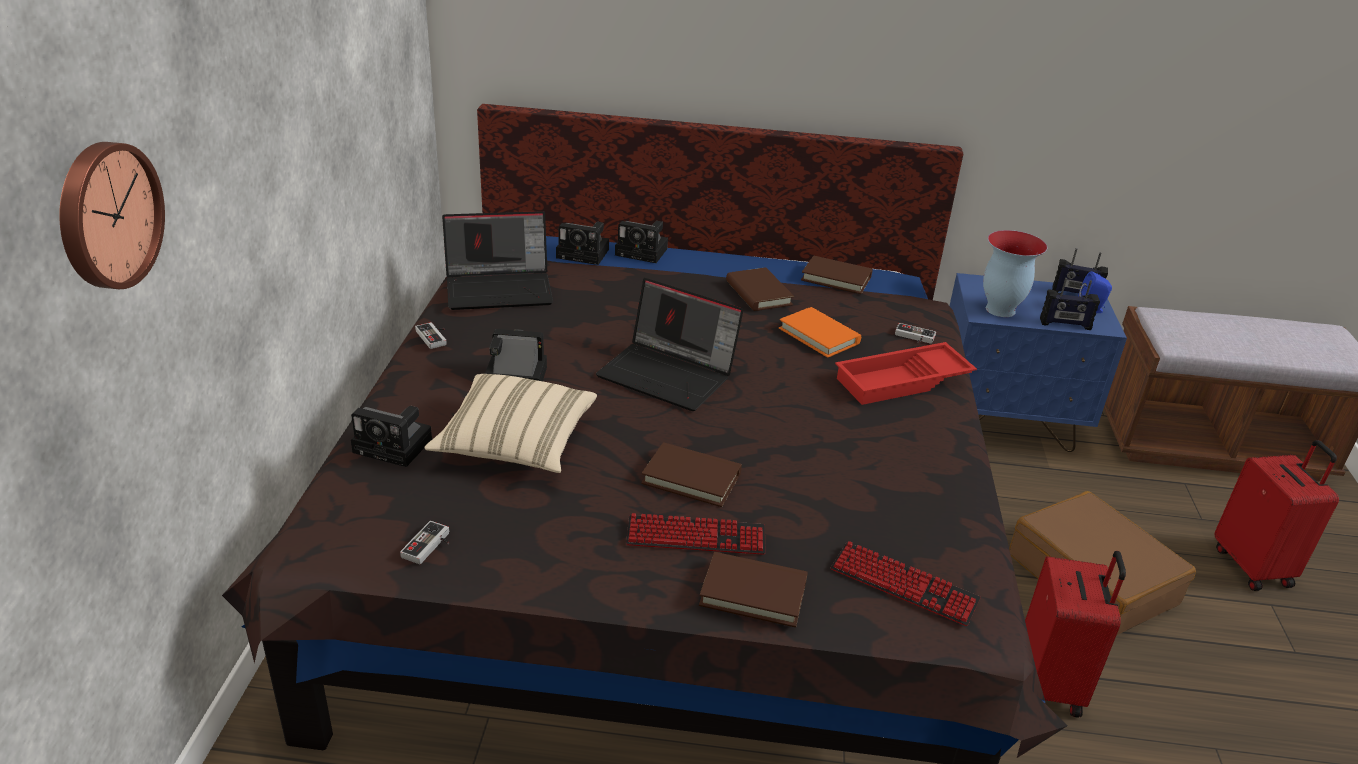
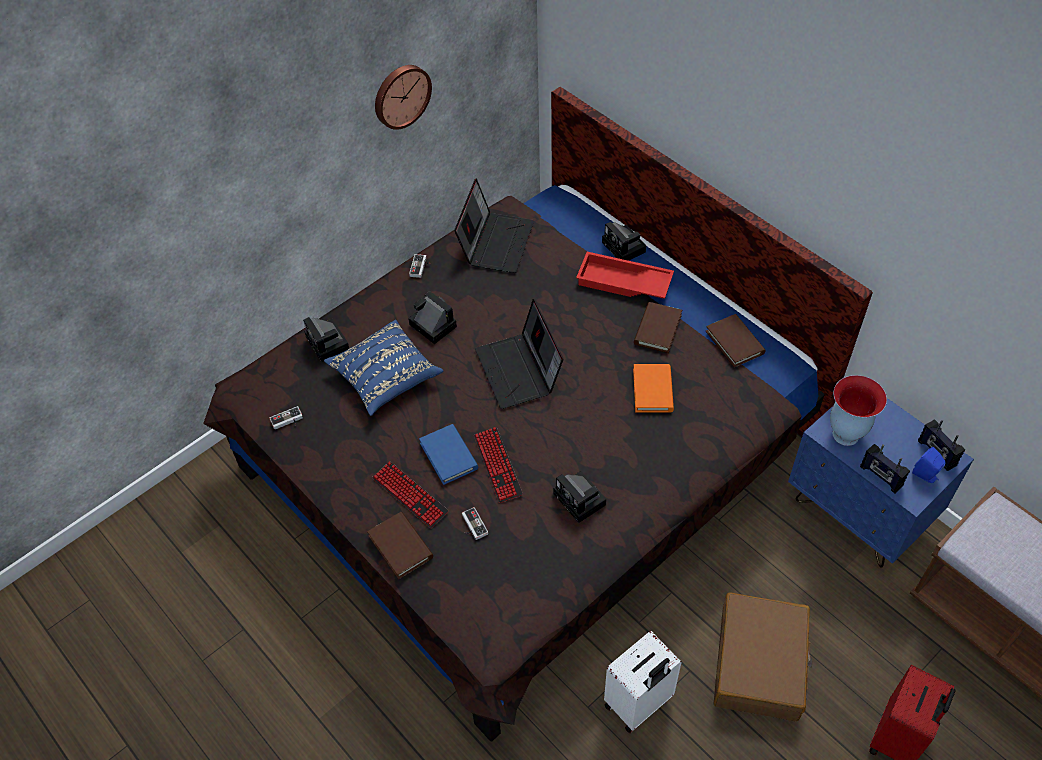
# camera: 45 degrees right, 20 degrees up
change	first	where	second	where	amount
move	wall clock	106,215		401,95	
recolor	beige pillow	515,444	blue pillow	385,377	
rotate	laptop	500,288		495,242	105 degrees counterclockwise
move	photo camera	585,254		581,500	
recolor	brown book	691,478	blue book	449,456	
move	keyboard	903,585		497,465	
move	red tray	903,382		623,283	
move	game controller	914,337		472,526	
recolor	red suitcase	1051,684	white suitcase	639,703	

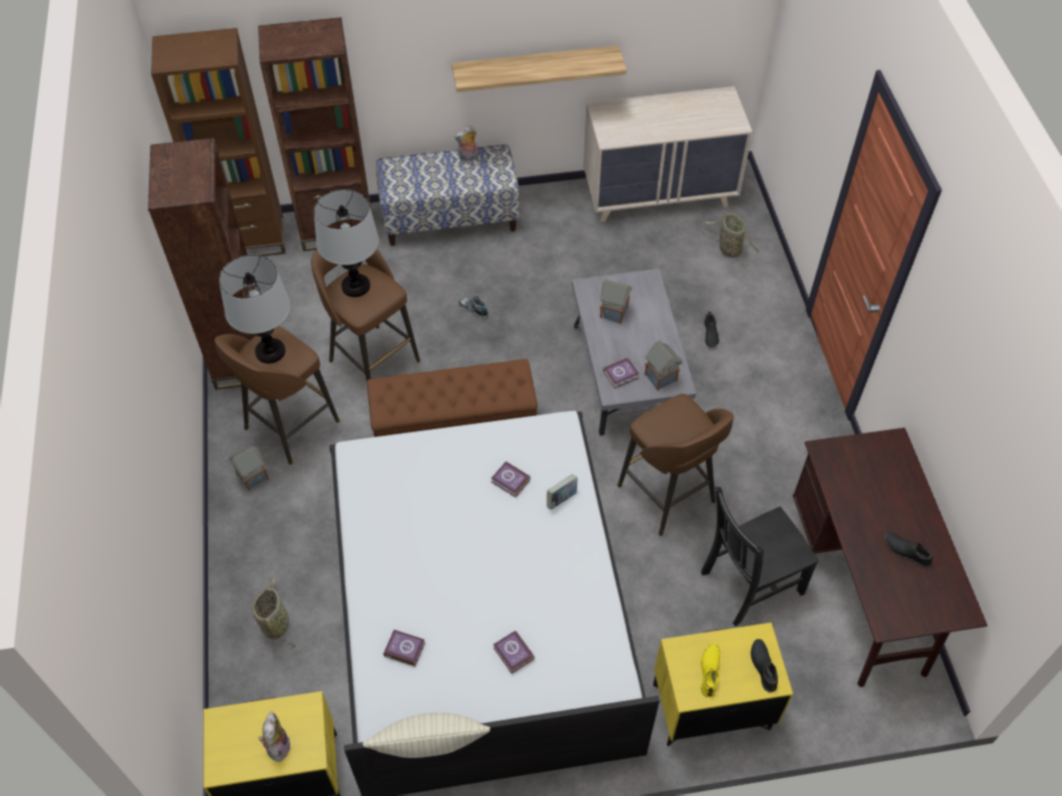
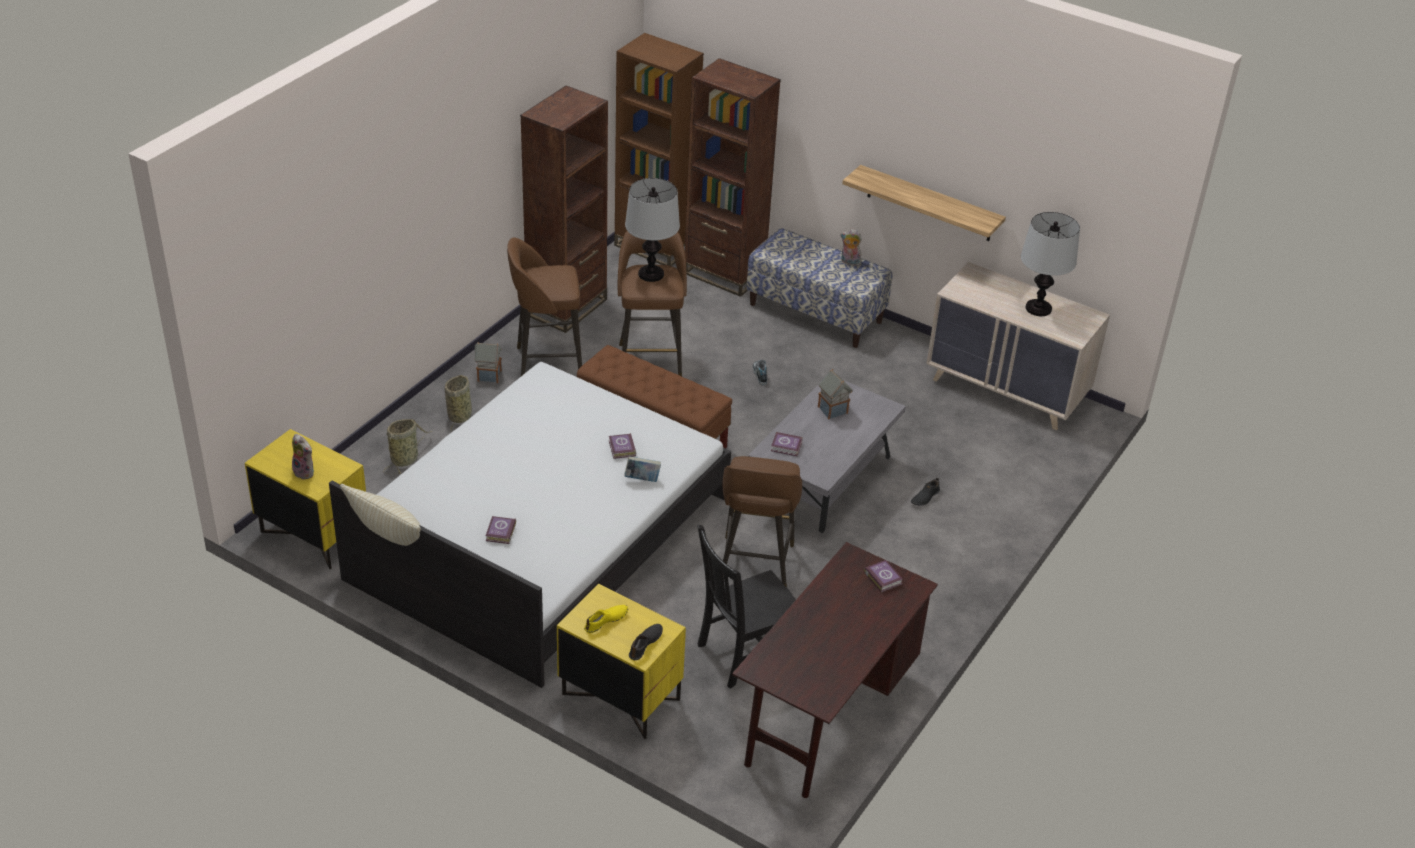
# camera: 40 degrees right, 15 degrees down
change	first	where	second	where	amount
move	table lamp	270,351		1039,308	
rotate	plush toy	277,746		305,472	90 degrees clockwise
move	book	404,648		883,577	
delete	toy house	661,378			
rotate	black chair	748,583		744,653	45 degrees counterclockwise
move	basket	728,249		460,415	
delete	black shoe	906,551			

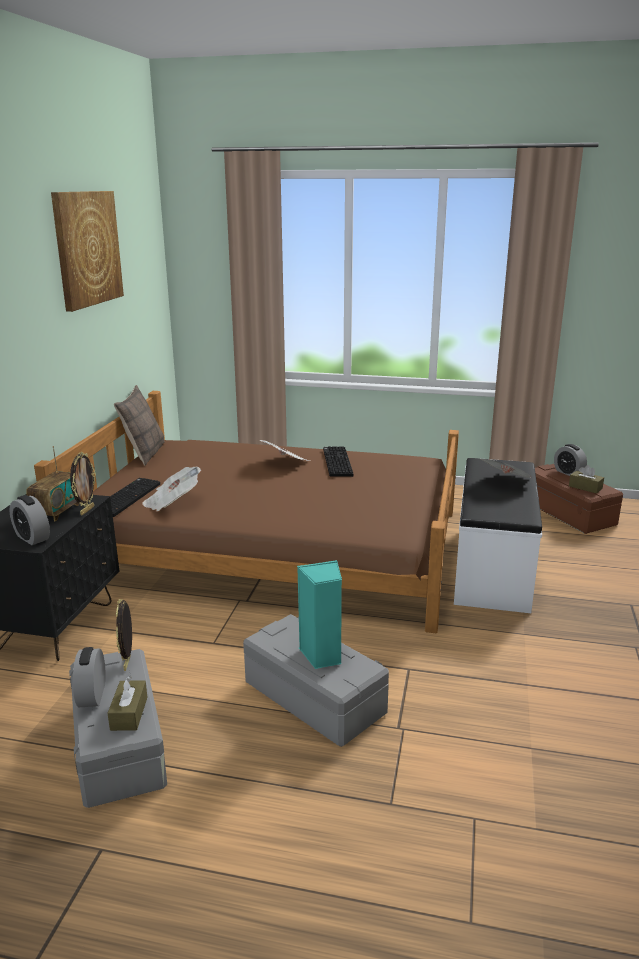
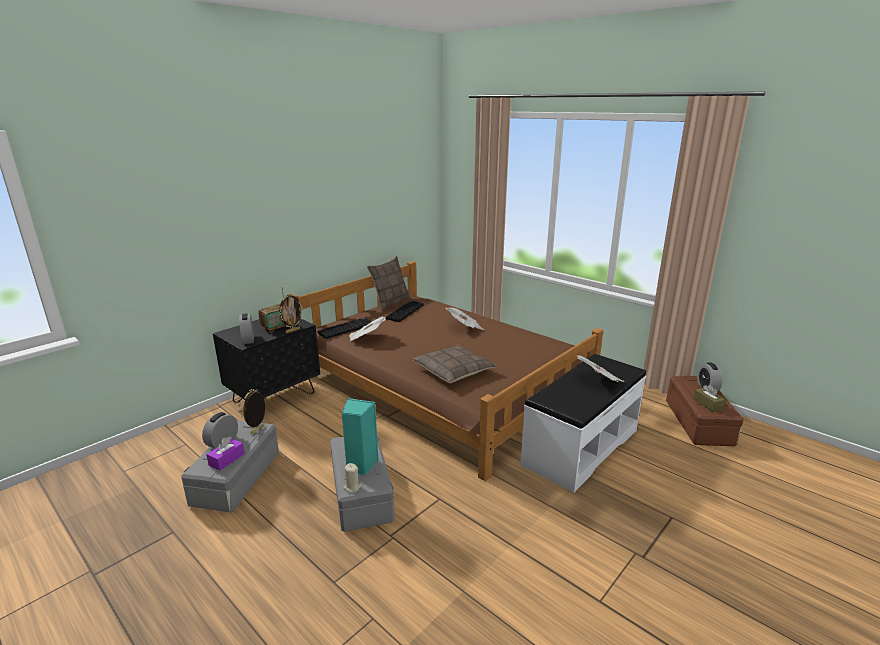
# camera: 30 degrees right, 0 degrees up
change	first	where	second	where	amount
delete	picture	87,248			
recolor	brown tissue box	129,713	purple tissue box	227,459	
move	keyboard	336,462		404,311	
insert			beige candle	352,487	
insert			pillow	454,371	

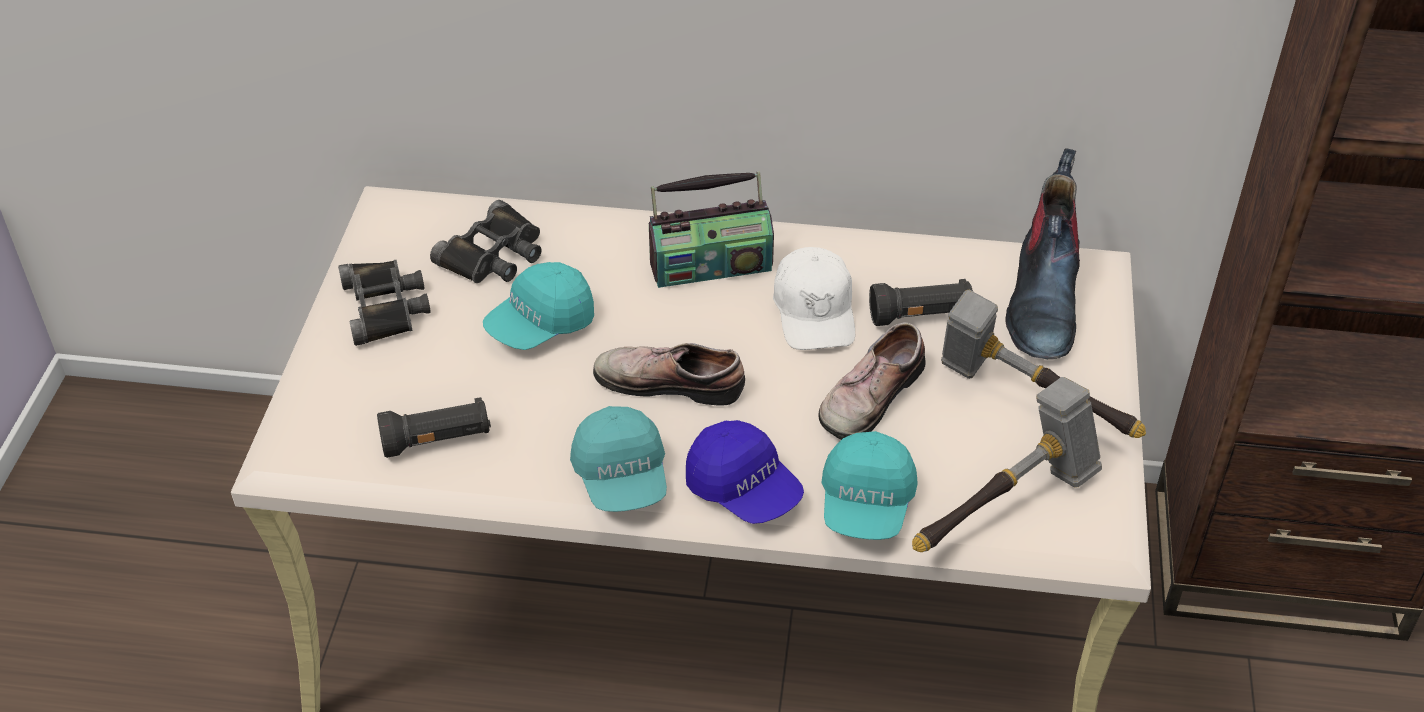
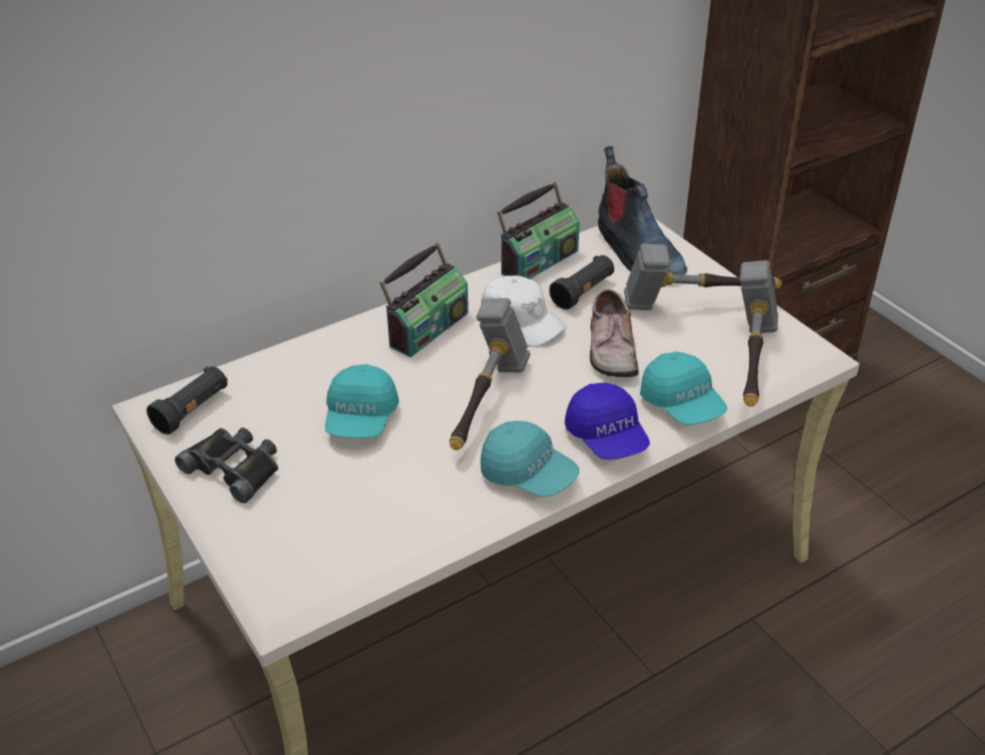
# camera: 40 degrees left, 5 degrees down
change	first	where	second	where	amount
move	black flashlight	437,441		192,410	
delete	black binoculars	494,255			
replace	shoe	670,380	hammer	486,404	
rotate	blue cap	743,489		607,437	60 degrees clockwise
insert			radio	538,261	

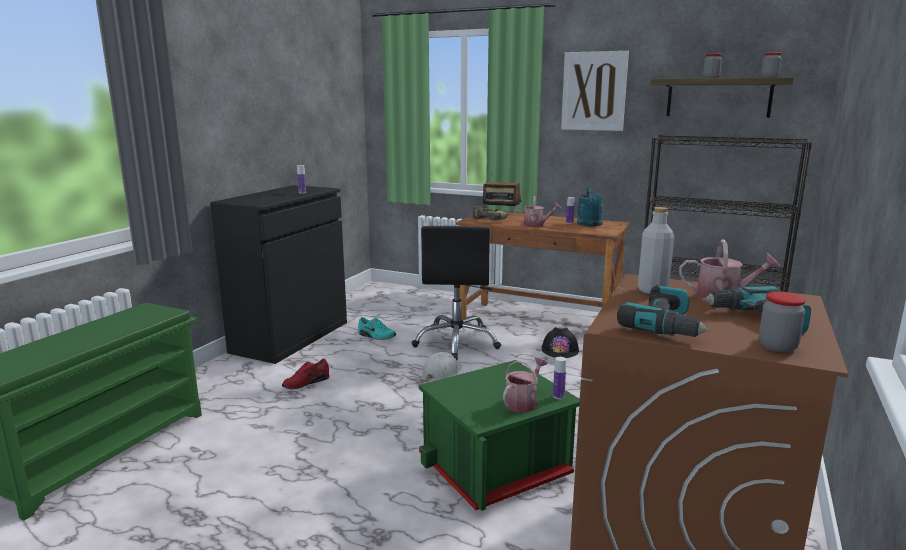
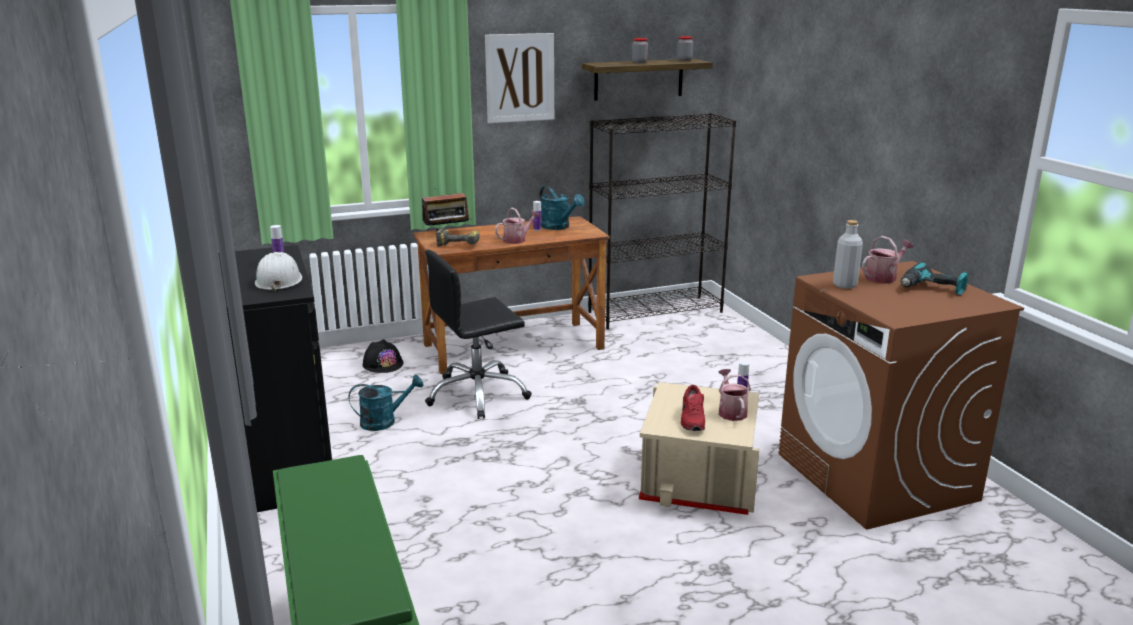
# camera: 45 degrees left, 5 degrees up
change	first	where	second	where	amount
move	red shoe	305,383		691,420	
replace	turquoise shoe	376,336	turquoise watering can	384,421	
rotate	black office chair	457,342		477,394	105 degrees clockwise
recolor	green storage box	497,465	beige storage box	699,479	
move	white hard hat	441,373		278,280	
move	black hard hat	560,350		383,364	
delete	power drill	666,326			
delete	jar	777,347			

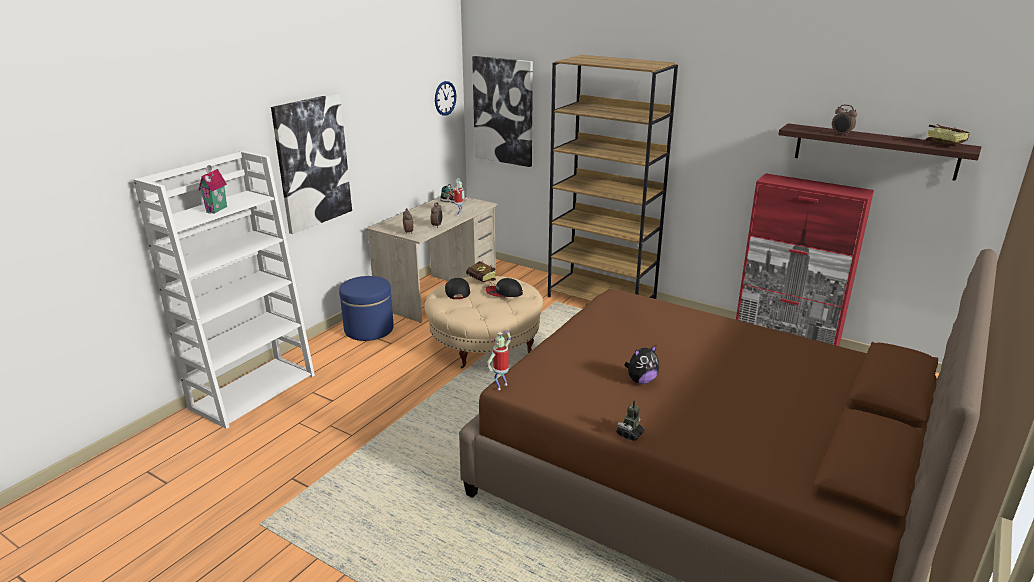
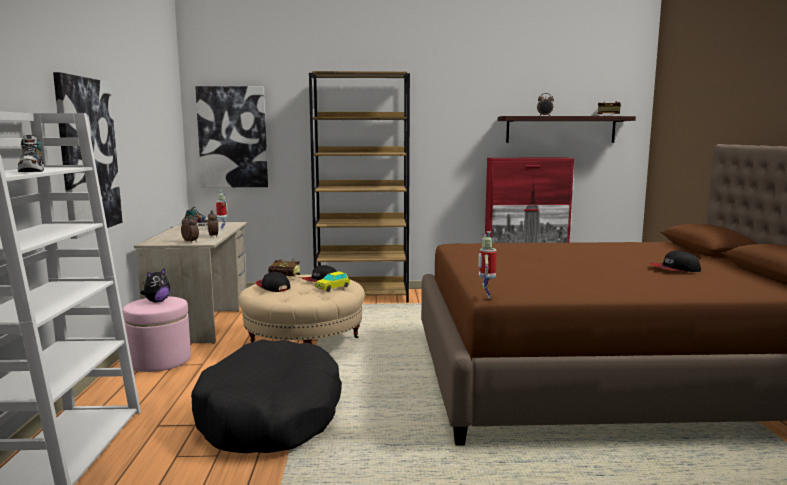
# camera: 35 degrees left, 15 degrees down
change	first	where	second	where	amount
replace	toy house	218,209	shoe	32,171	
recolor	blue ottoman	369,329	pink ottoman	160,360	
delete	wall clock	445,98			
delete	toy robot	630,434			
move	plush toy	641,381		157,301	
insert			black dog bed	271,415	
insert			toy car	332,288	
insert			cap	674,269	

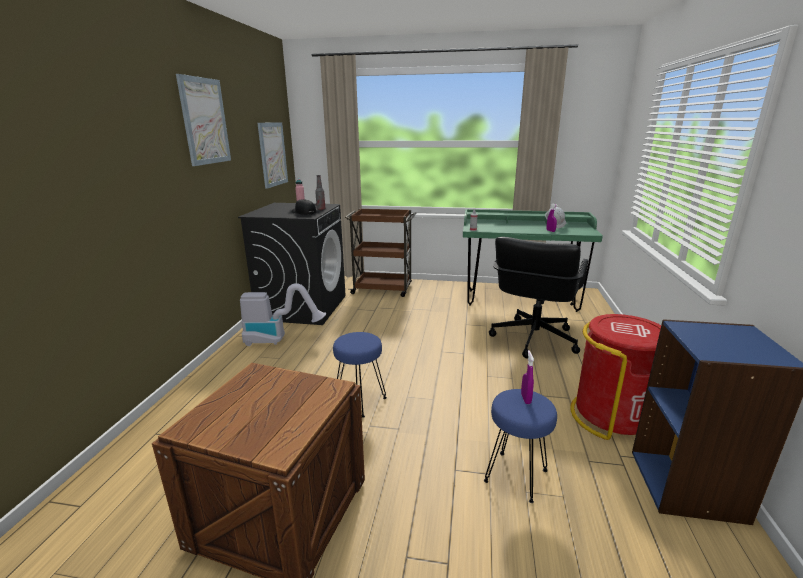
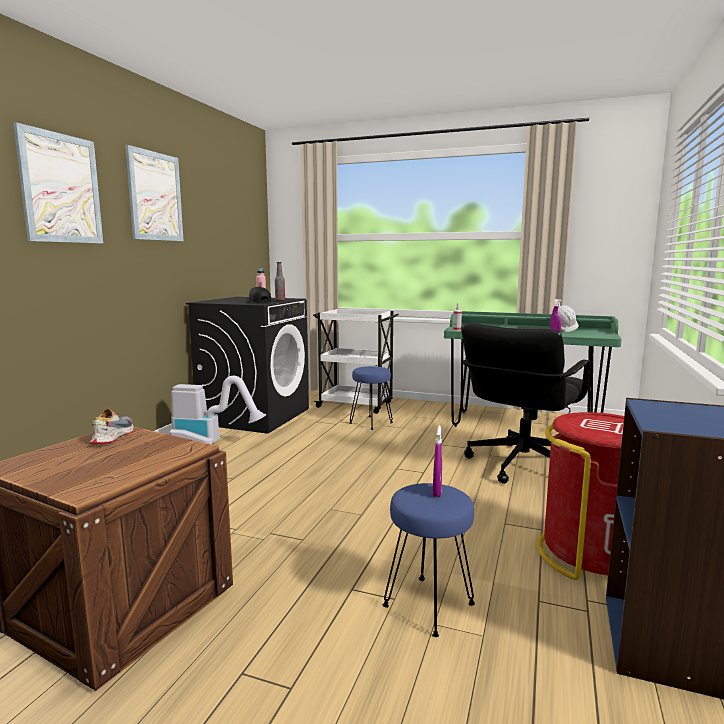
# camera: 10 degrees right, 10 degrees down
change	first	where	second	where	amount
move	picture	272,154		61,188	
move	blue stool	360,401		371,423	
recolor	brown cart	383,289	white cart	356,405	
insert			shoe	112,436	

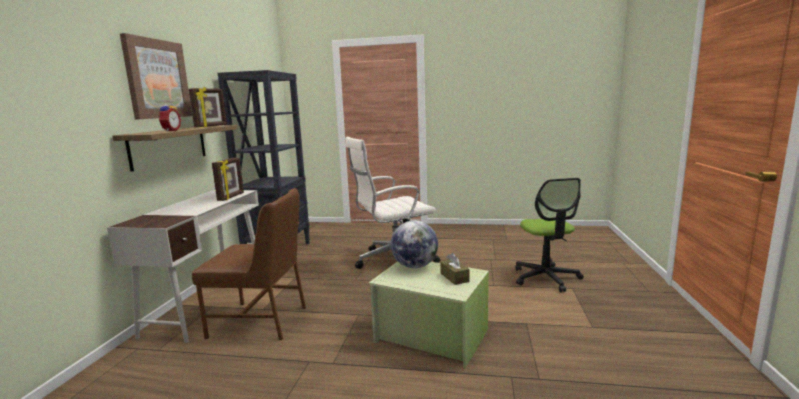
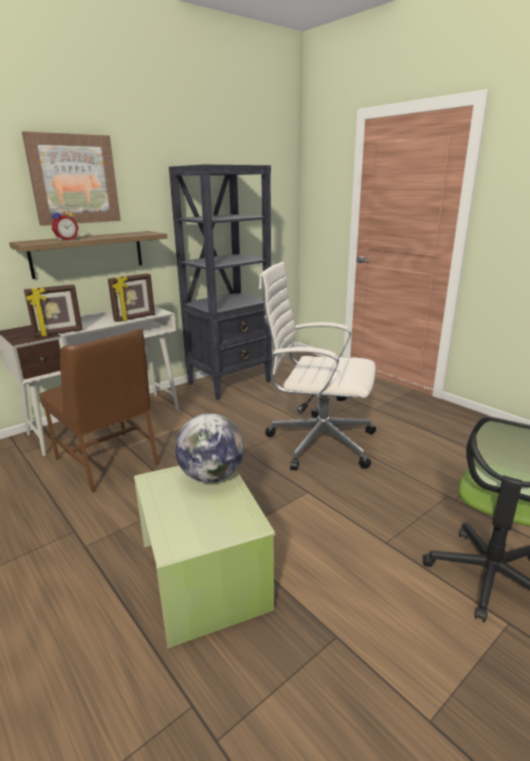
# camera: 40 degrees right, 10 degrees up
change	first	where	second	where	amount
move	picture frame	211,126		58,333	
delete	brown tissue box	454,277			

